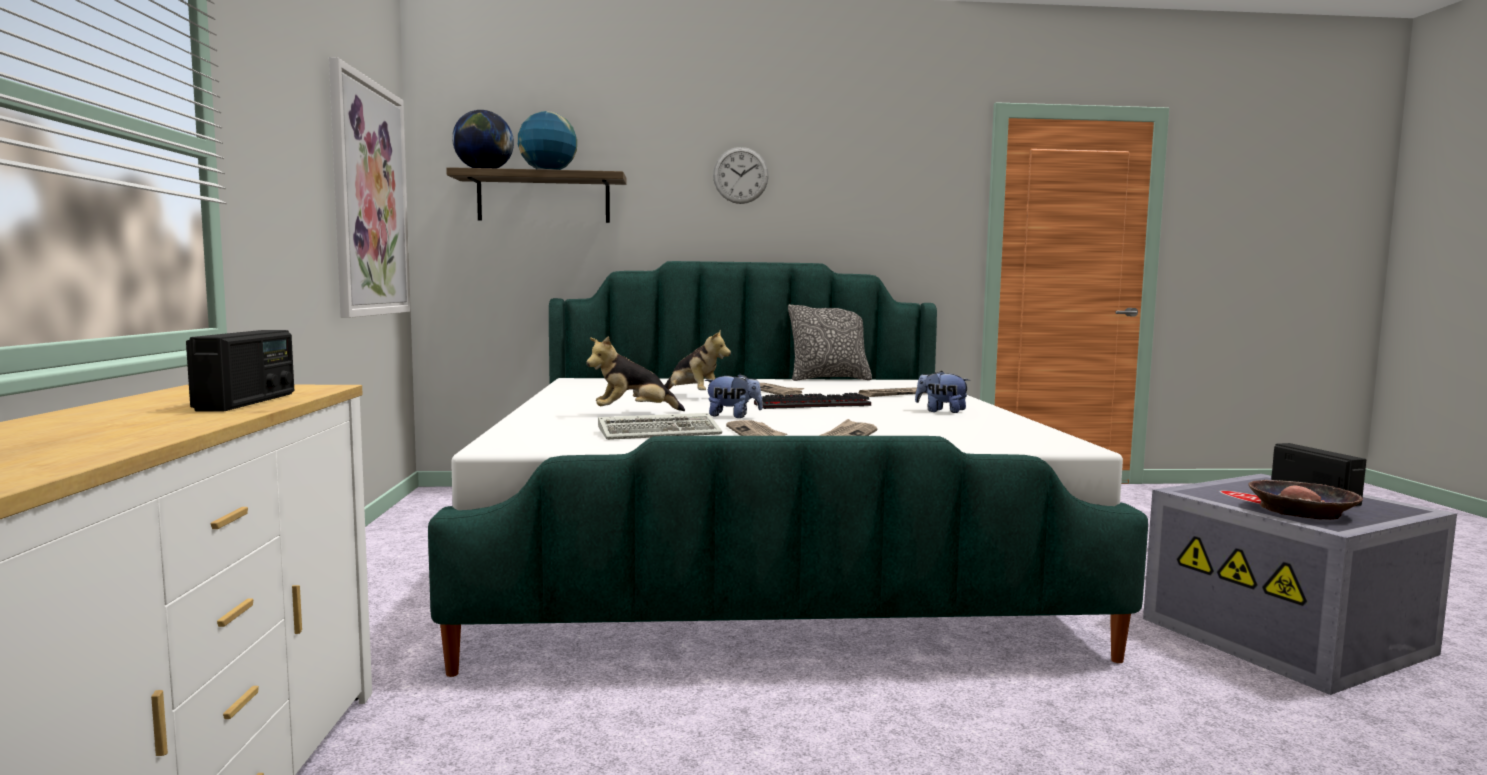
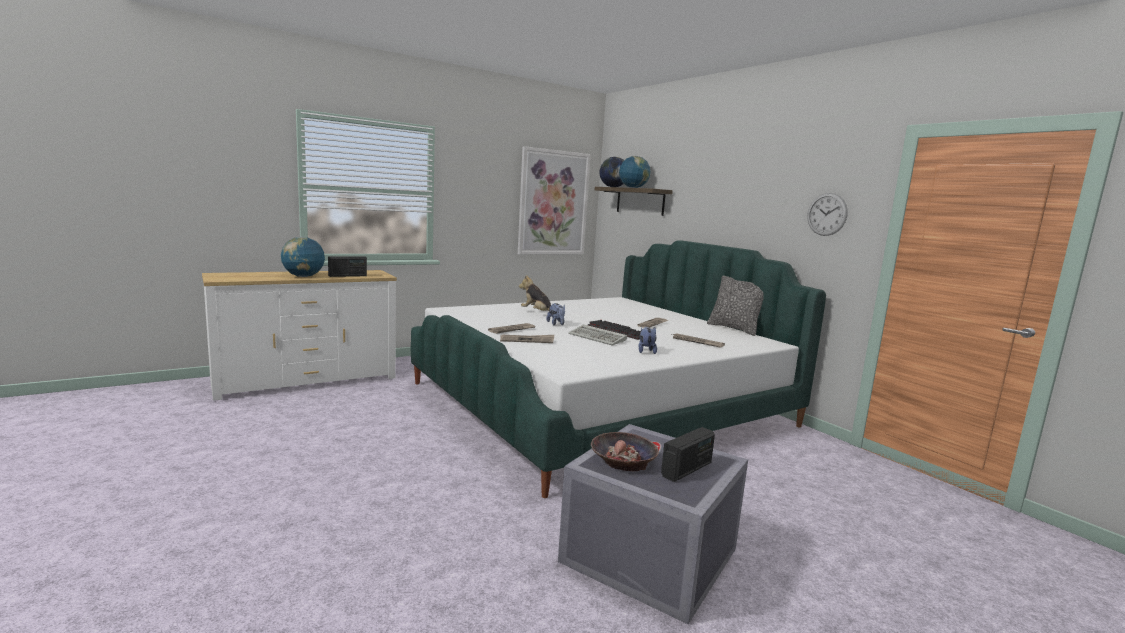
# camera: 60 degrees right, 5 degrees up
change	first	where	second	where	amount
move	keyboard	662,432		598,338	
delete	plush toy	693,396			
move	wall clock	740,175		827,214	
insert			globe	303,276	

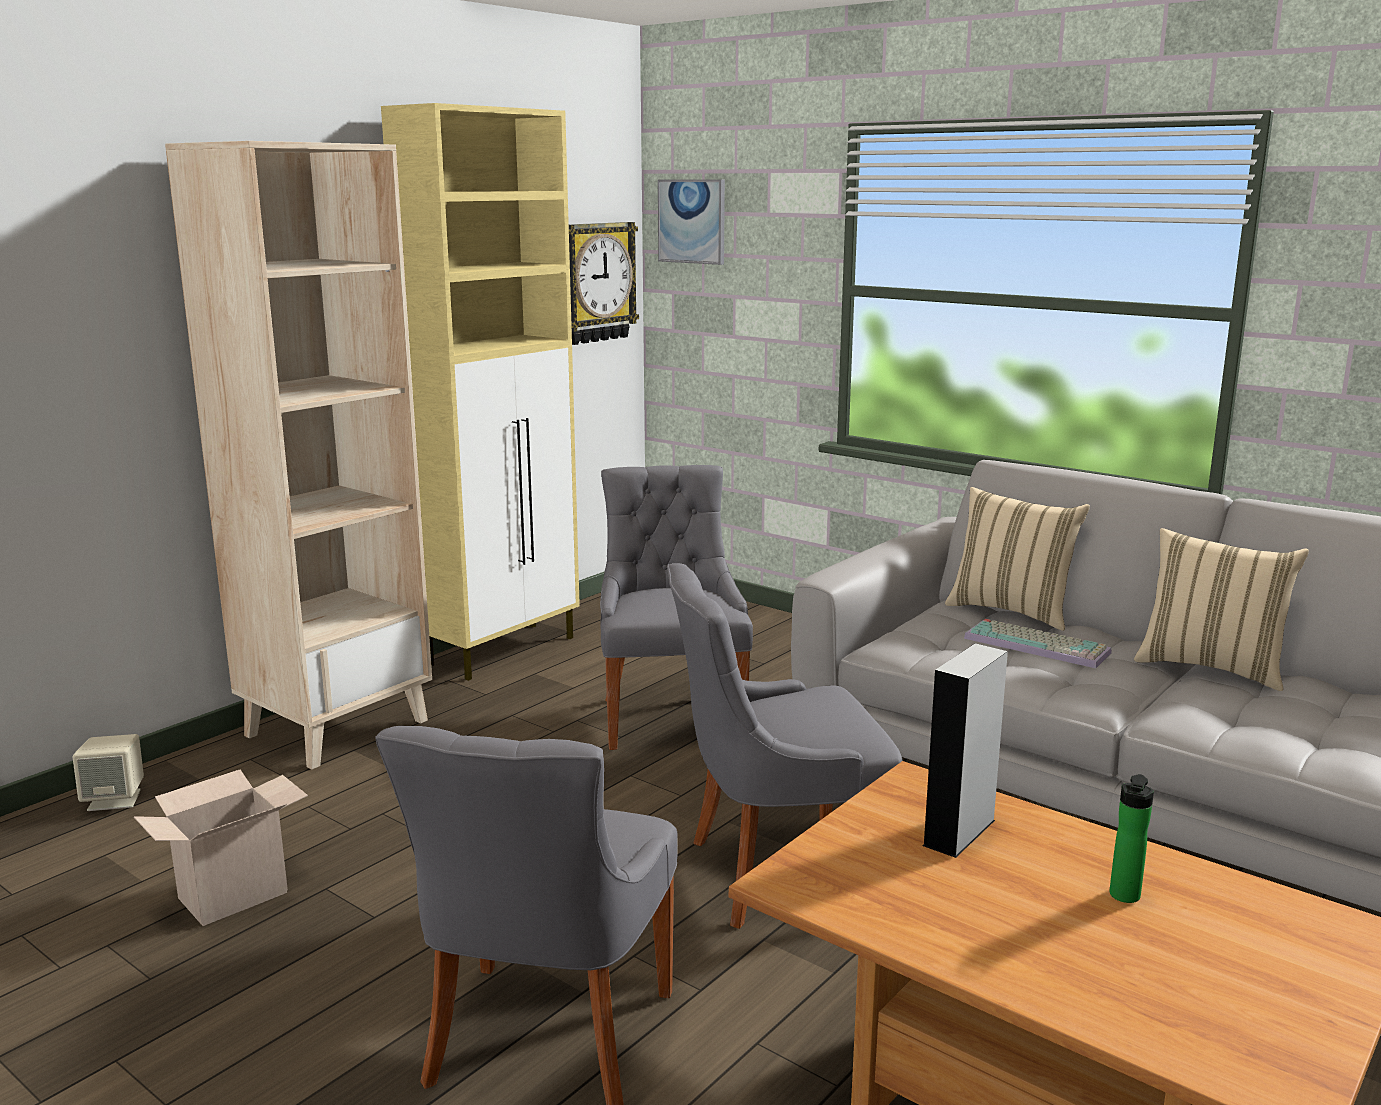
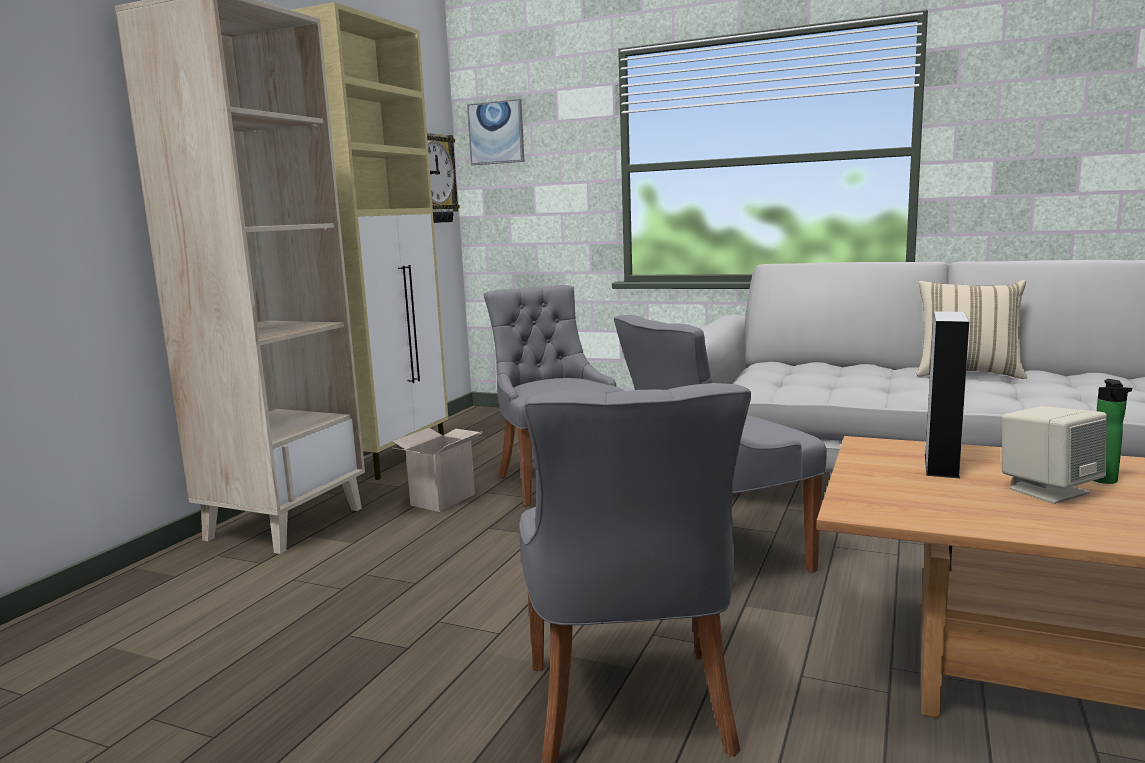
# camera: 15 degrees left, 5 degrees down
change	first	where	second	where	amount
move	beige speaker	115,800		1048,490	
move	cardboard box	235,893		443,499	
delete	beige pillow	1011,611			
delete	keyboard	1039,645			

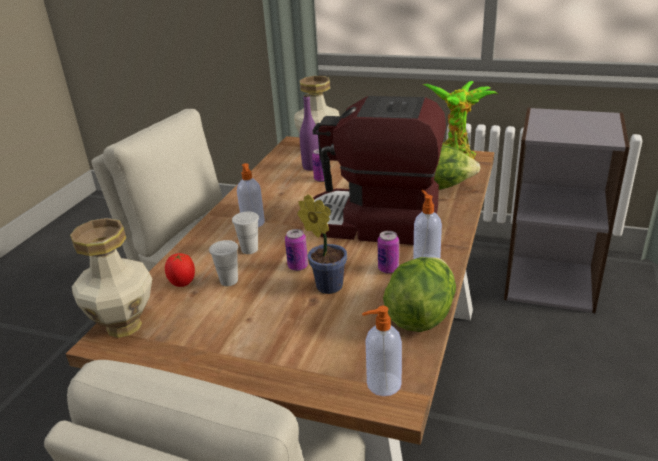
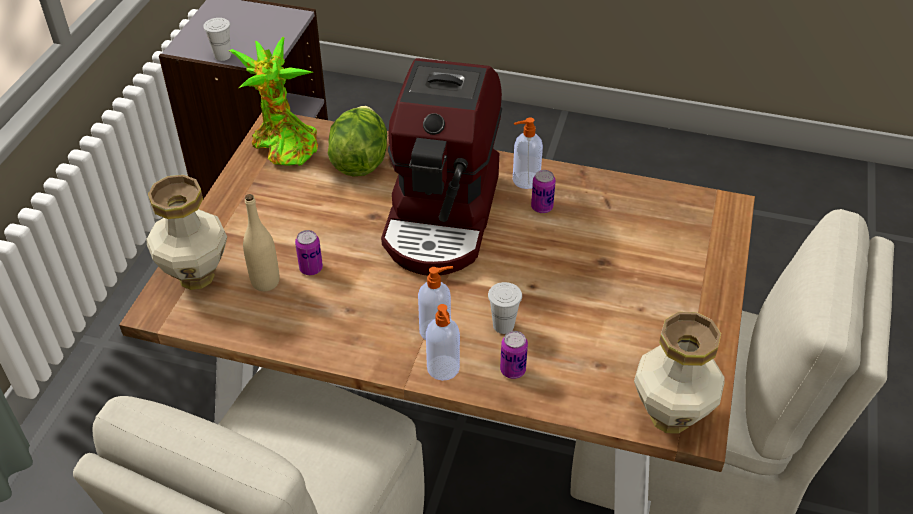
# camera: 95 degrees left, 15 degrees up
change	first	where	second	where	amount
delete	tomato	183,284			
move	white cup	229,281		222,56	
move	can	298,266		512,370	
delete	potted plant	326,285			
recolor	purple bottle	311,167	beige bottle	265,282	
move	soap dispenser	382,384		443,369	
delete	lettuce	421,315			

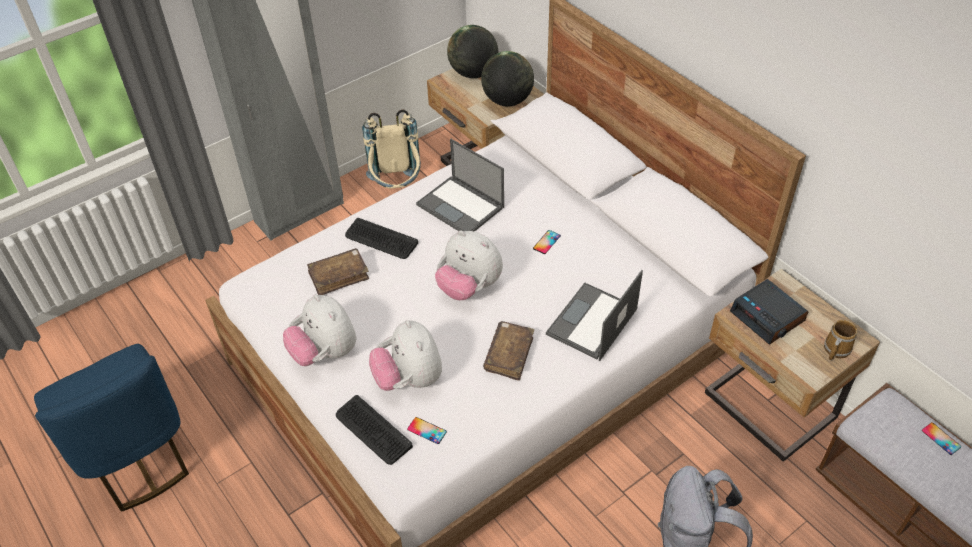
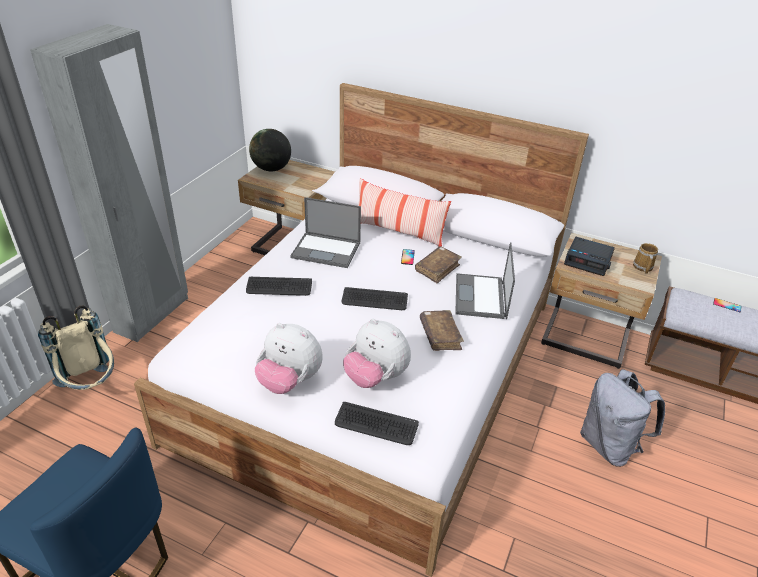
# camera: 30 degrees left, 10 degrees down
change	first	where	second	where	amount
move	brown book	339,276		437,269	
move	beige backpack	397,188		91,387	
delete	phone	427,430			
replace	plush toy	469,287	keyboard	374,300	
delete	globe	507,101			
insert			pillow	398,232	

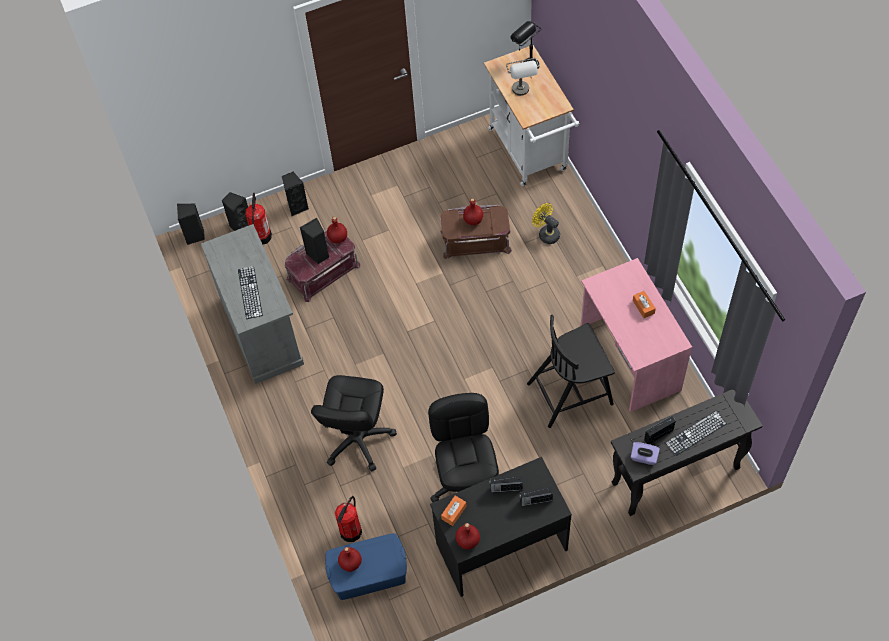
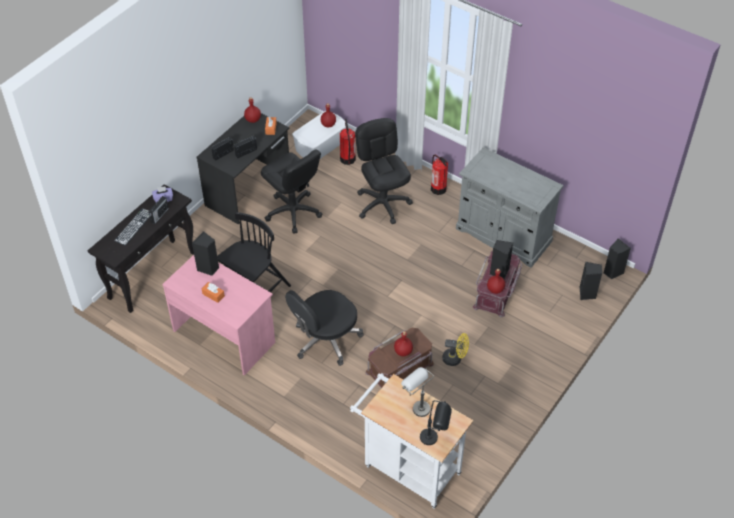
# camera: 145 degrees right, 10 degrees down
change	first	where	second	where	amount
delete	keyboard	250,292			
move	fire extinguisher	261,237		438,188	
move	black speaker	297,206		208,268	
recolor	blue storage box	369,574	white storage box	320,145	
move	yellow fan	546,233		455,359	
insert			black office chair	325,340	

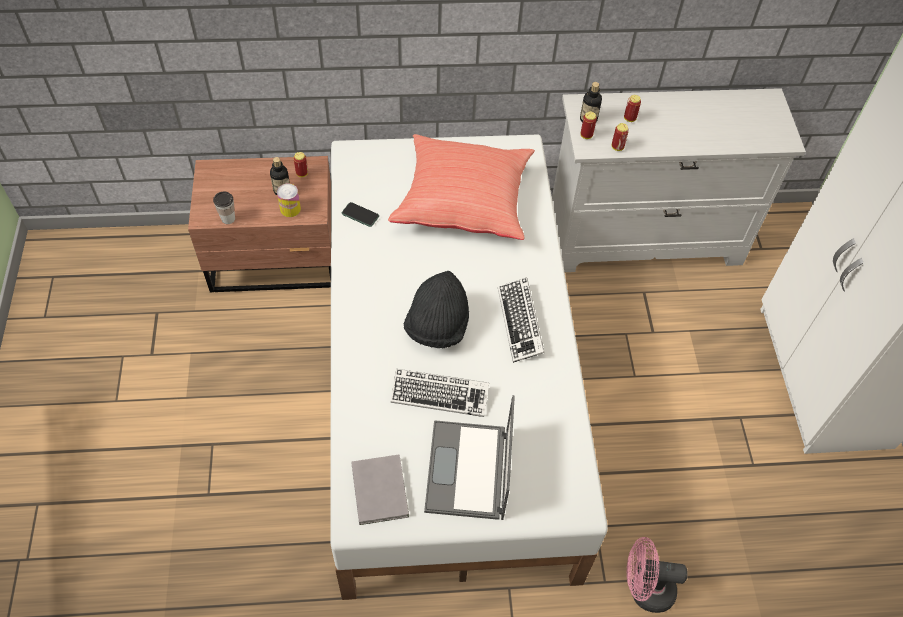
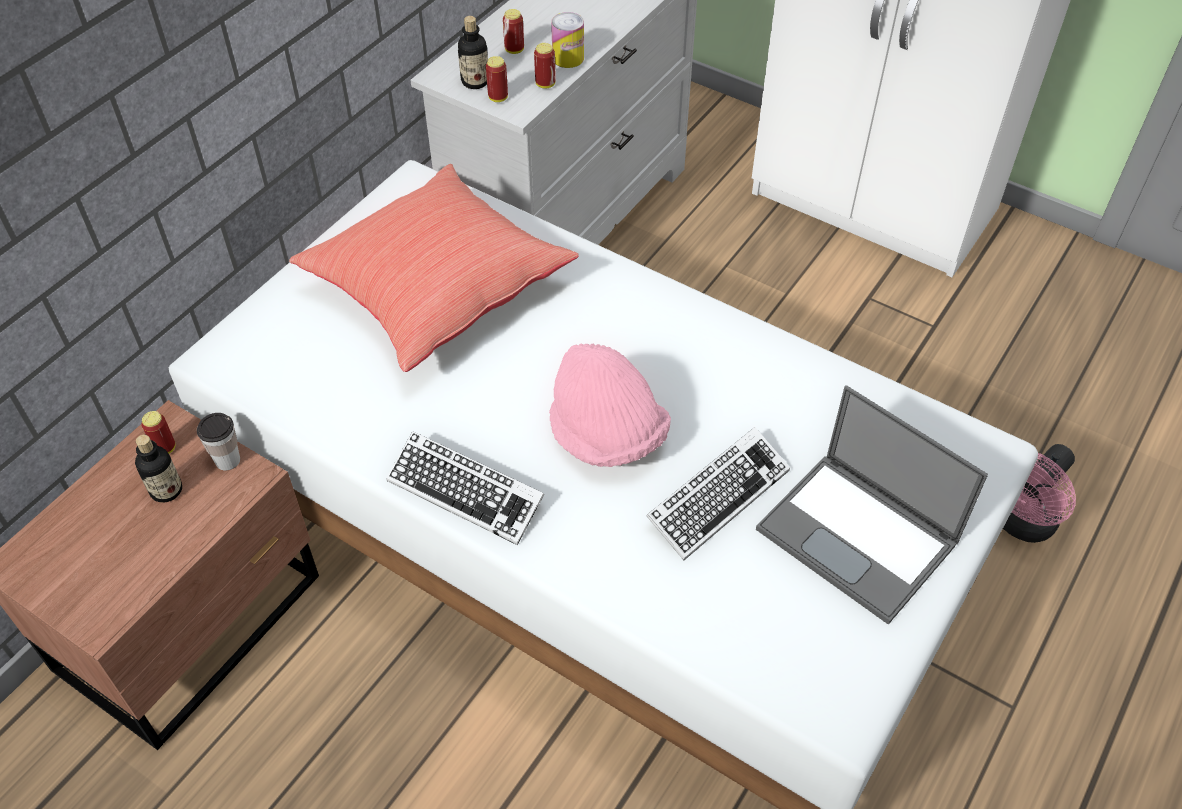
# camera: 50 degrees left, 5 degrees down
change	first	where	second	where	amount
move	cup	228,219		228,460	
move	can	290,209		568,58	
delete	phone	360,215			
delete	grey book	380,488			
recolor	black hat	437,326	pink hat	606,435	
move	keyboard	520,323		465,492	

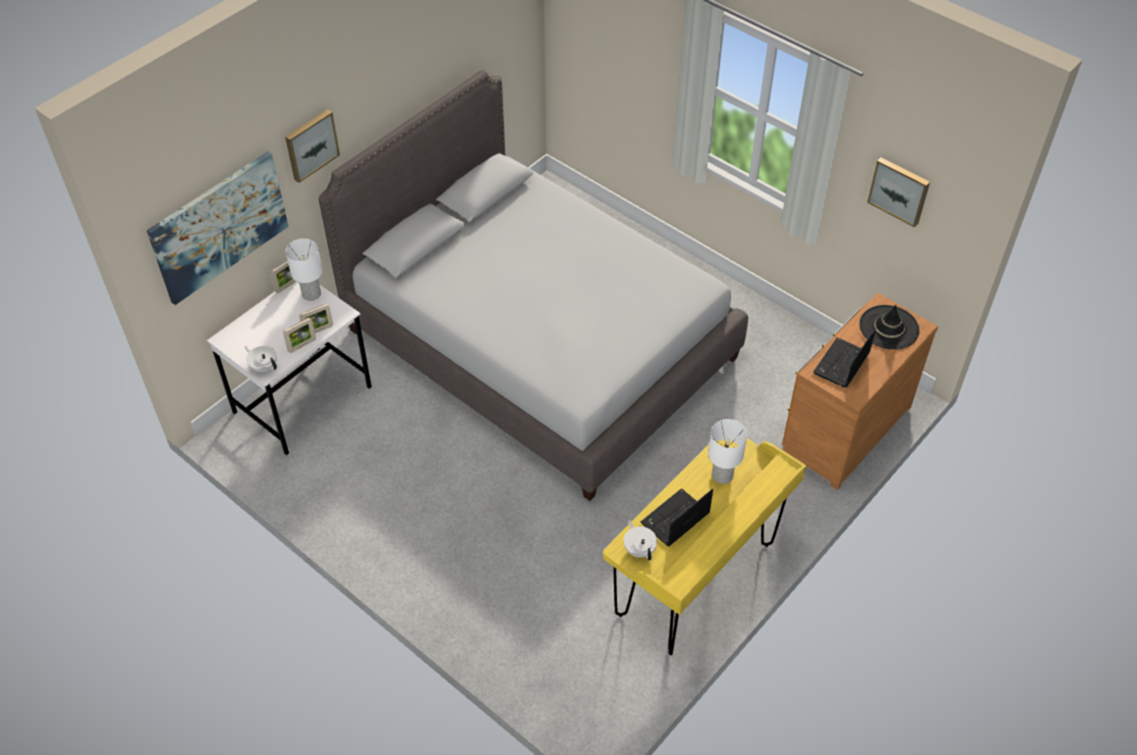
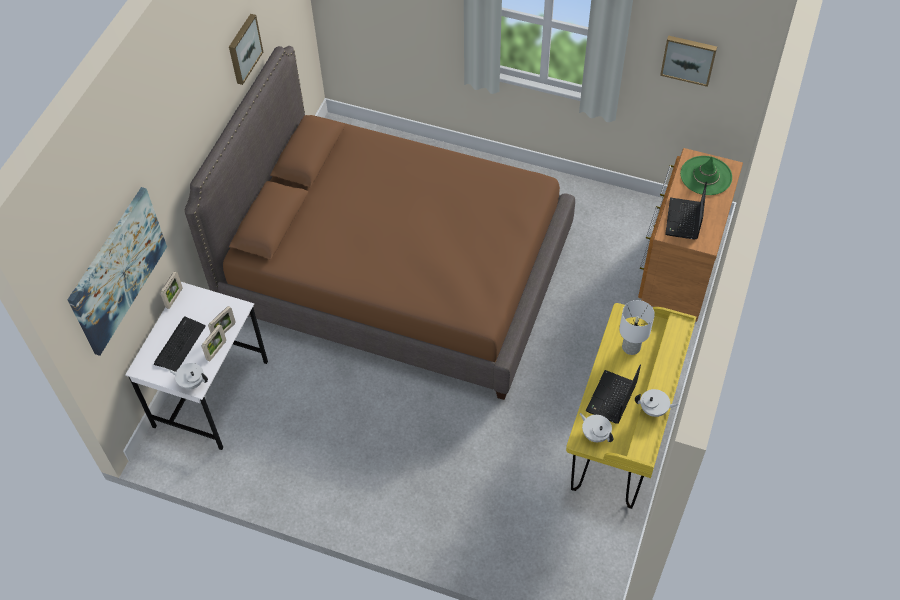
# camera: 20 degrees left, 5 degrees up
change	first	where	second	where	amount
move	picture	310,144		243,48	
delete	white table lamp	311,294			
recolor	grey bed	540,343	brown bed	397,273	
recolor	black hat	889,328	green hat	706,176	
insert			keyboard	180,344	
insert			white teapot	653,409	

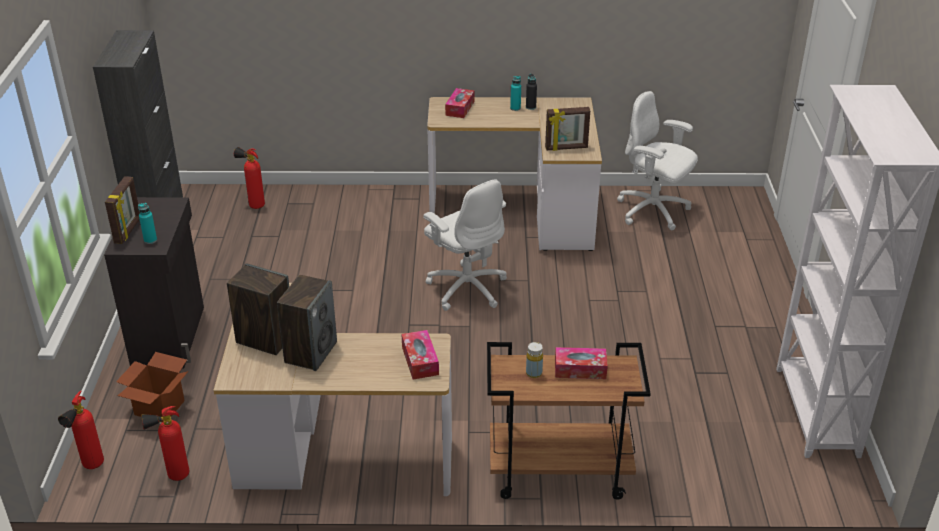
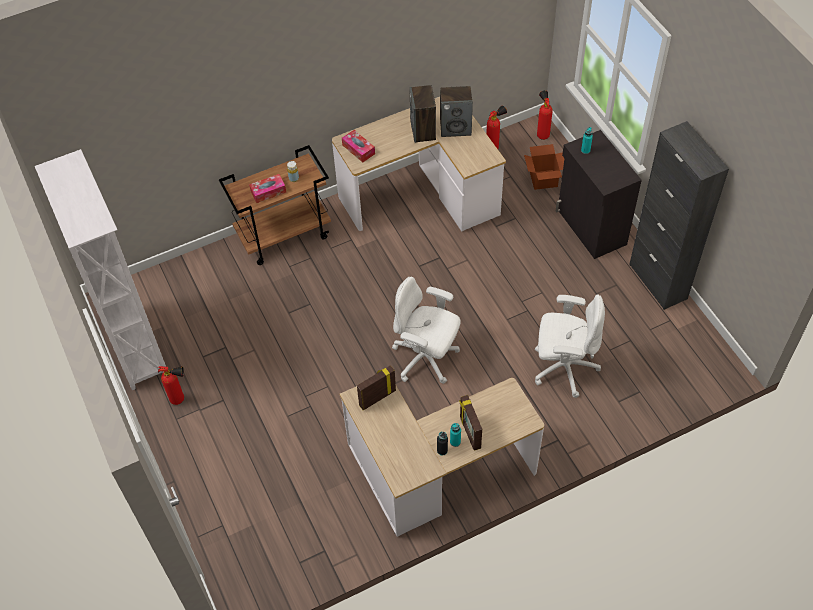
# camera: 155 degrees right, 20 degrees up
change	first	where	second	where	amount
move	picture frame	128,231		469,433	
move	fire extinguisher	254,205		180,399	
delete	tissue box	460,108			
move	white office chair	653,211		563,367	

